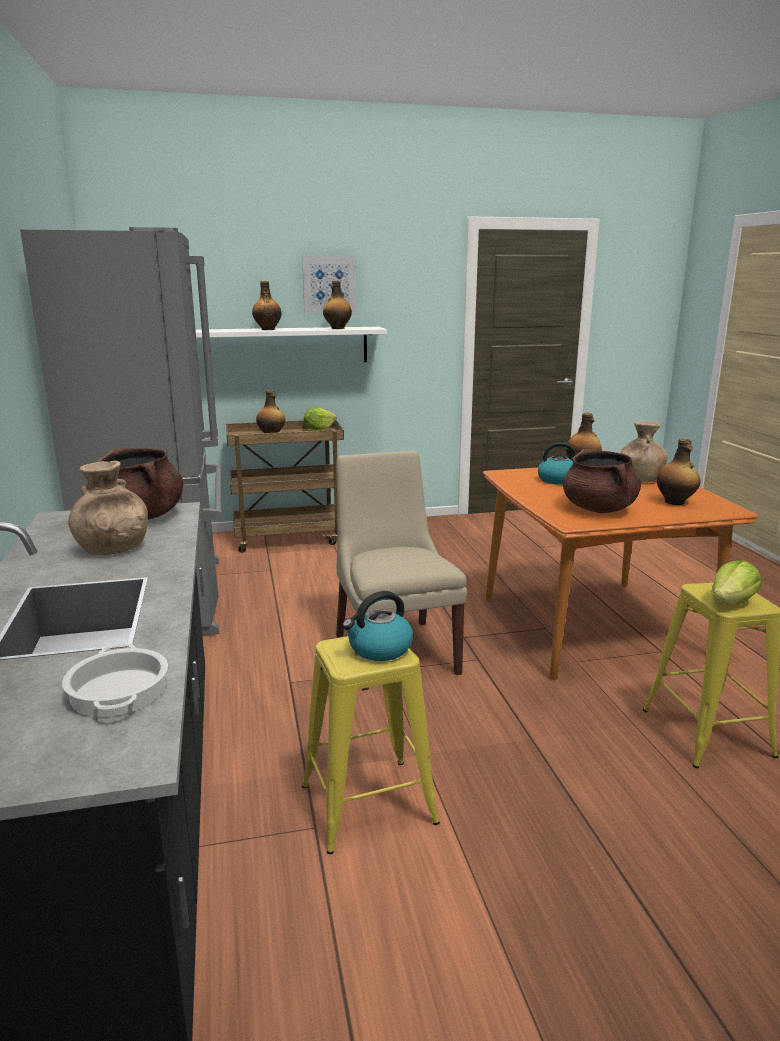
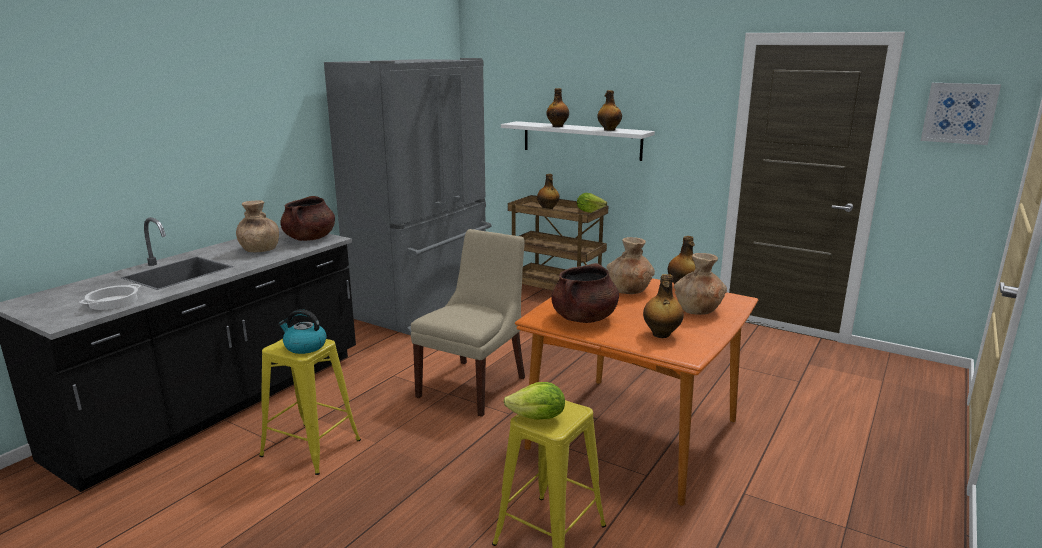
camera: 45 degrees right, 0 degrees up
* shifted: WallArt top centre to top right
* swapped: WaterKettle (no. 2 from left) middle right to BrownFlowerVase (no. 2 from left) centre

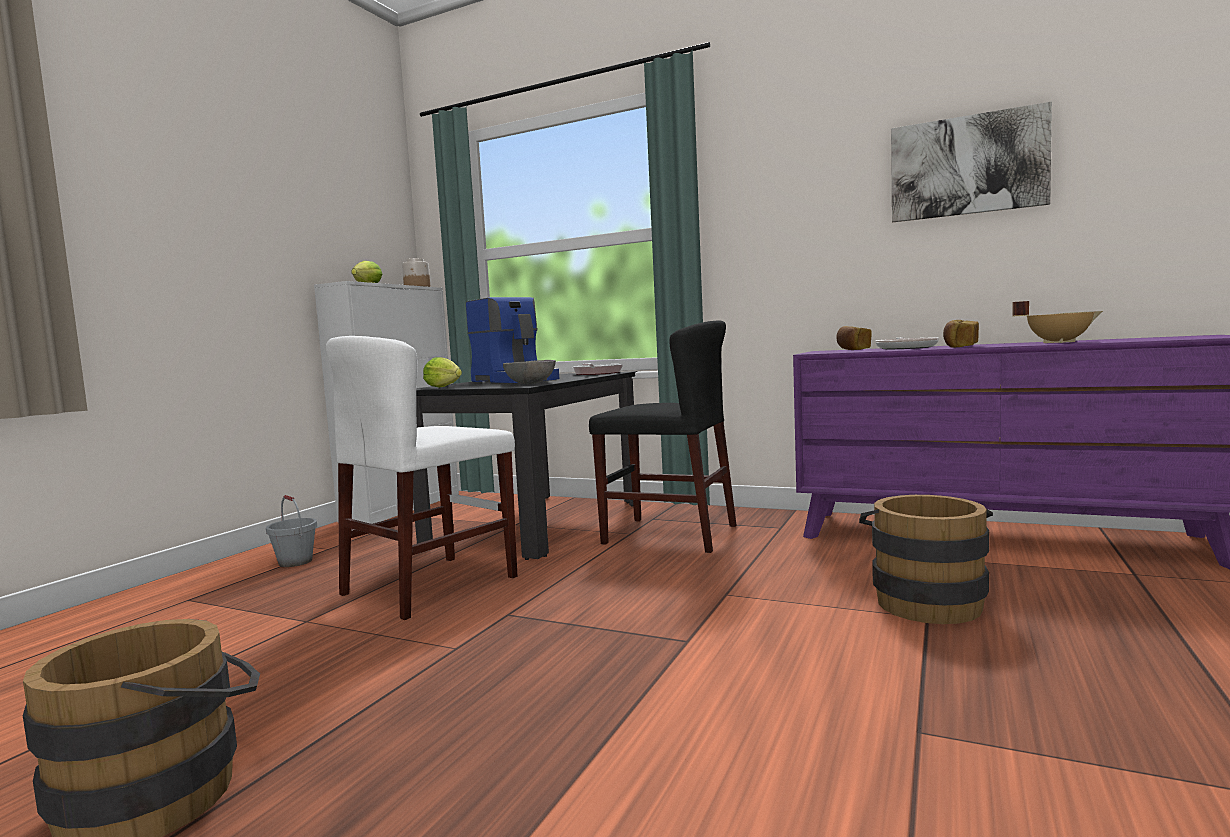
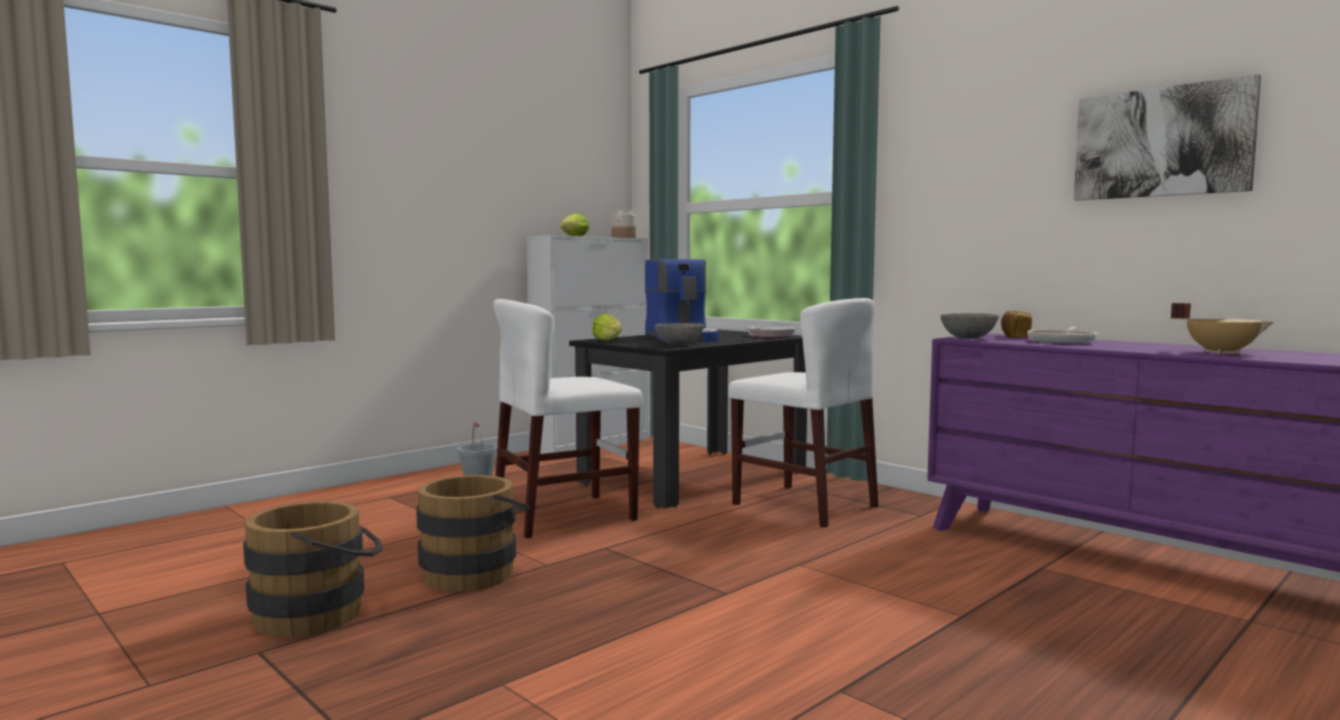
camera: 20 degrees right, 0 degrees up
* gone: BakedBread (no. 2 from left) middle right
* new: GreyDeepDish (no. 2 from left) middle right
* shifted: BrownWaterBucket (no. 2 from left) bottom right to bottom centre
* repainted: BlackColouredPlainChair centre to WhitishPlainChair (no. 2 from left) centre

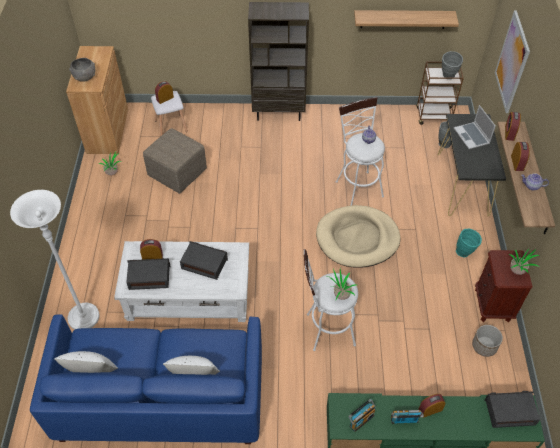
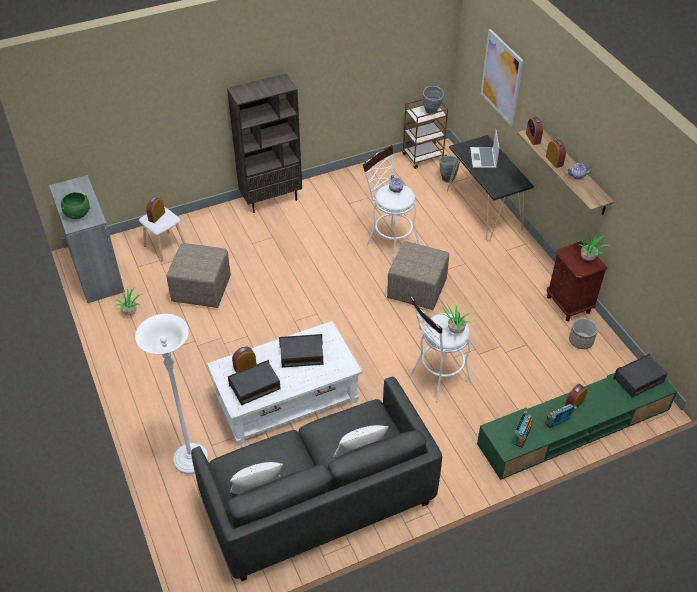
camera: 25 degrees left, 5 degrees down
* gone: BracketShelf (no. 1 from left) top right
* gone: BlueGreenFlowerVase middle right
* swapped: BeigeColouredDogBed centre to BeigeColouredFootrest (no. 2 from left) centre
* repainted: BluishSofa bottom left to GreySofa bottom centre
* repainted: BrownCupboard top left to GreyCupboard middle left
* repainted: GreyDeepDish top left to GreenishDeepDish middle left
* rotated: Laptop top right = top right 45 degrees clockwise

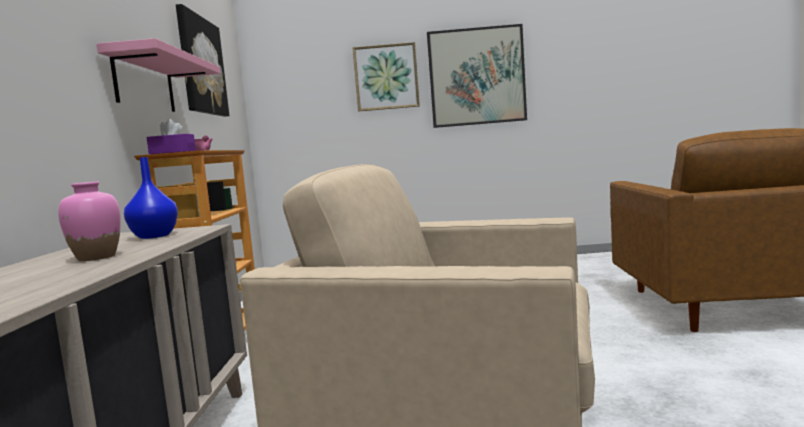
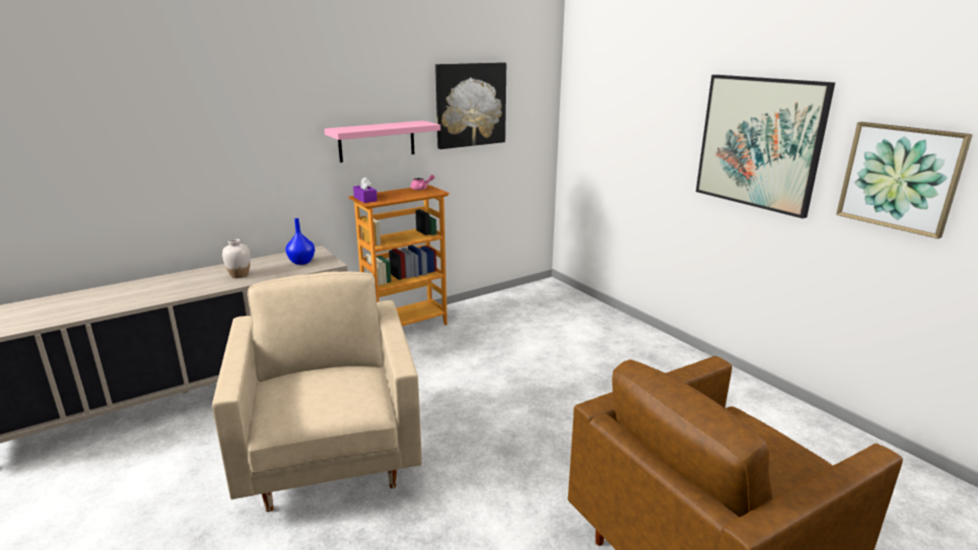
camera: 55 degrees right, 15 degrees up
* shifted: WallArt (no. 2 from left in the first image) top centre to WallArt (no. 3 from left) top right
* repainted: PinkishFlowerVase middle left to WhitishFlowerVase middle left

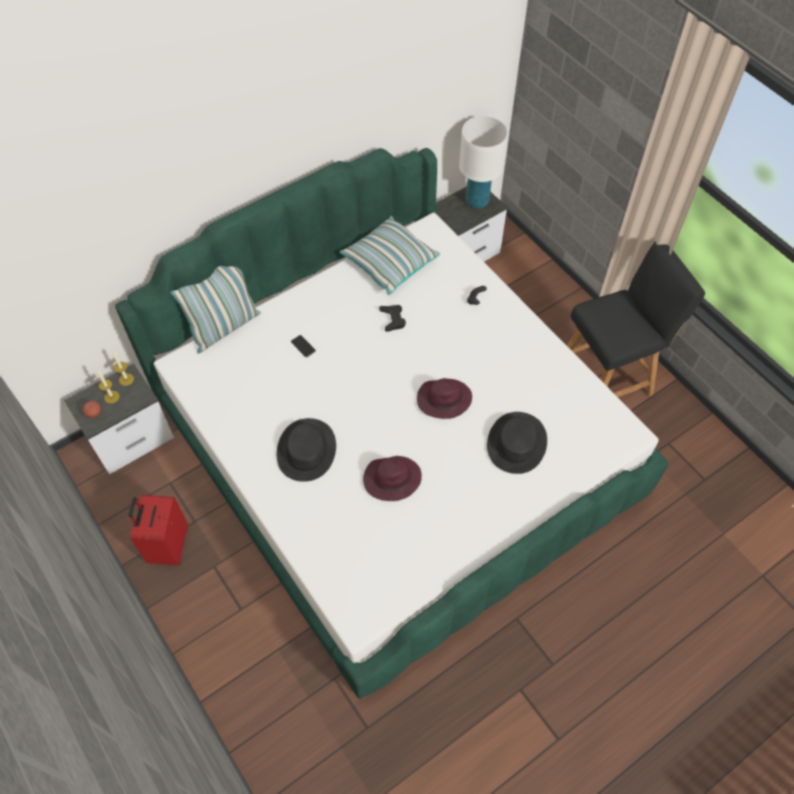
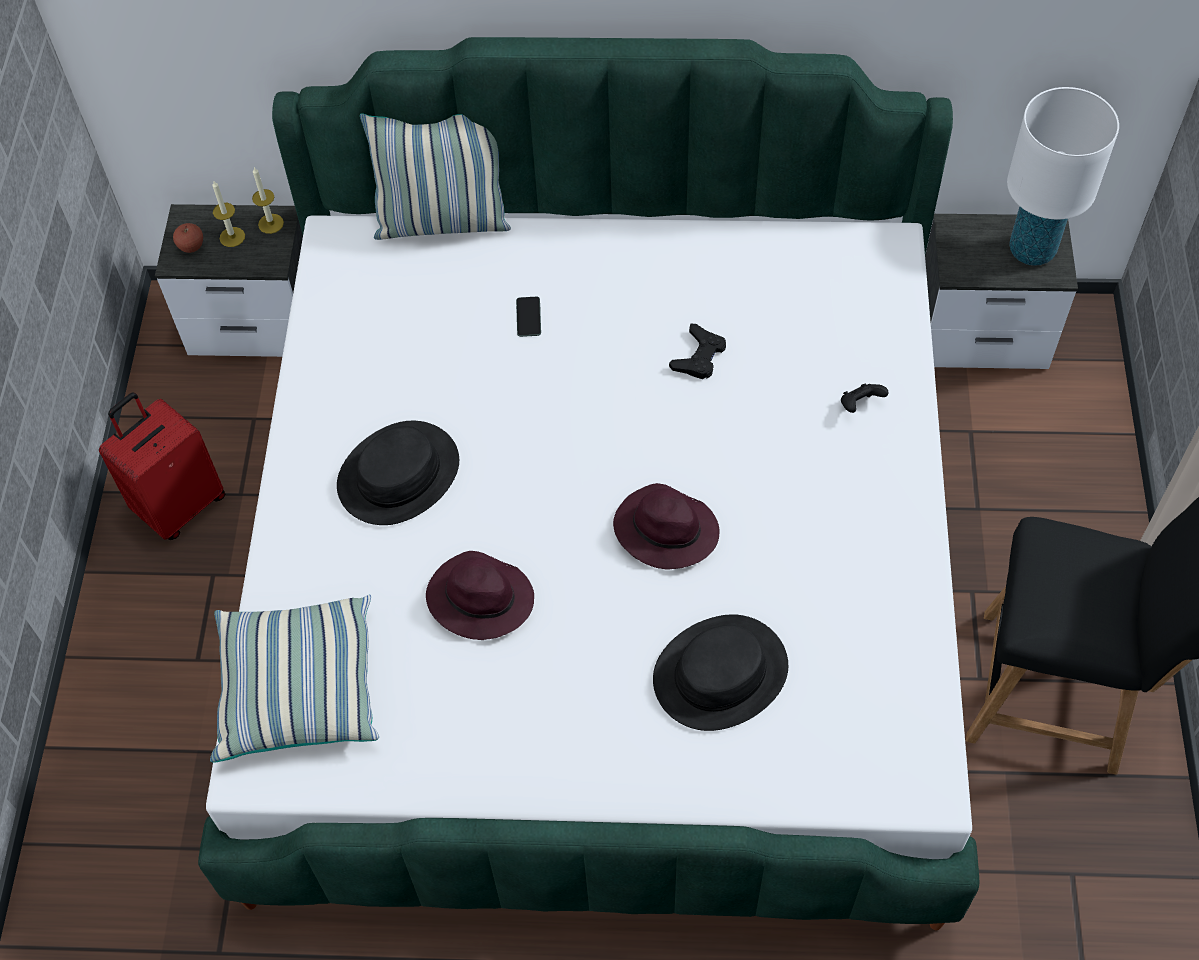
camera: 40 degrees right, 0 degrees up
* shifted: Pillow (no. 2 from left in the first image) top centre to Pillow (no. 1 from left) bottom left

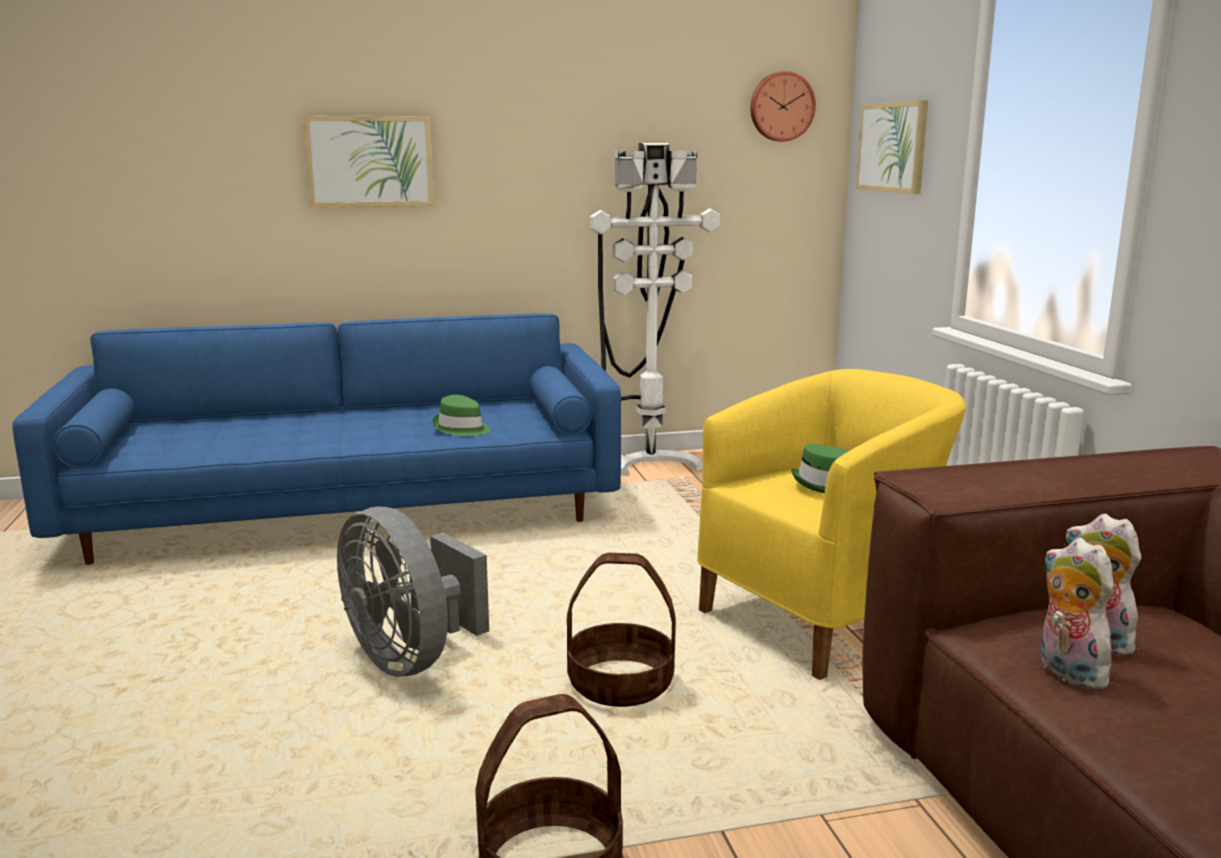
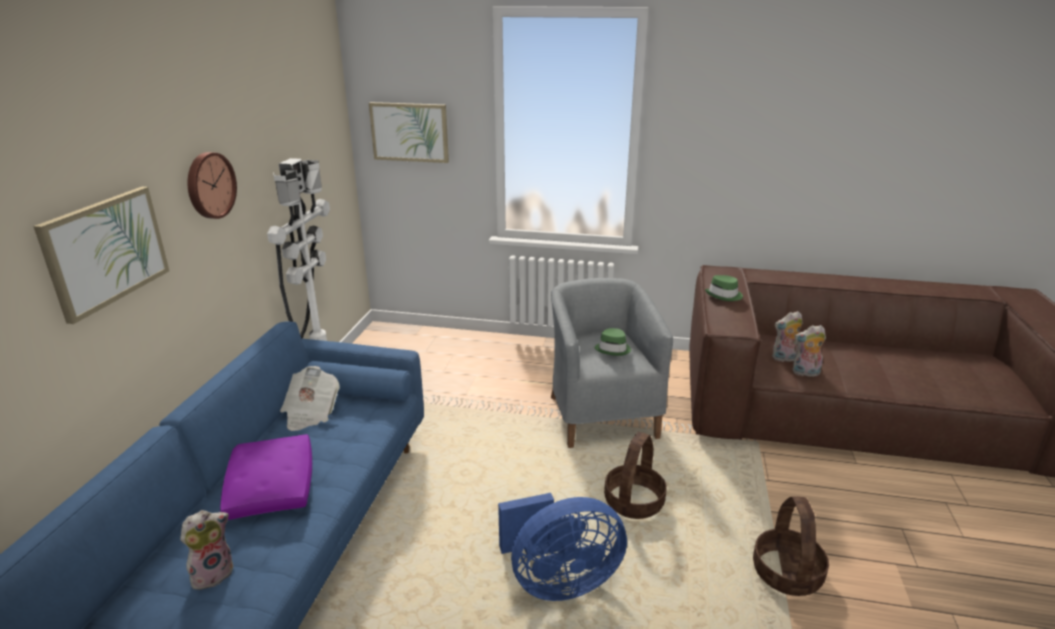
camera: 65 degrees left, 10 degrees up
* new: PlushToy (no. 1 from left) bottom left
* new: PurplishPillow bottom left
* new: PrintedPaper middle left
* shifted: GreenishWearableHat (no. 1 from left in the first image) centre to GreenishWearableHat (no. 2 from left) middle right
* shifted: HangingClock top centre to top left
* repainted: GreyElectricFan bottom centre to BluishElectricFan bottom centre
* repainted: YellowColouredEasyChair middle right to GreyEasyChair centre

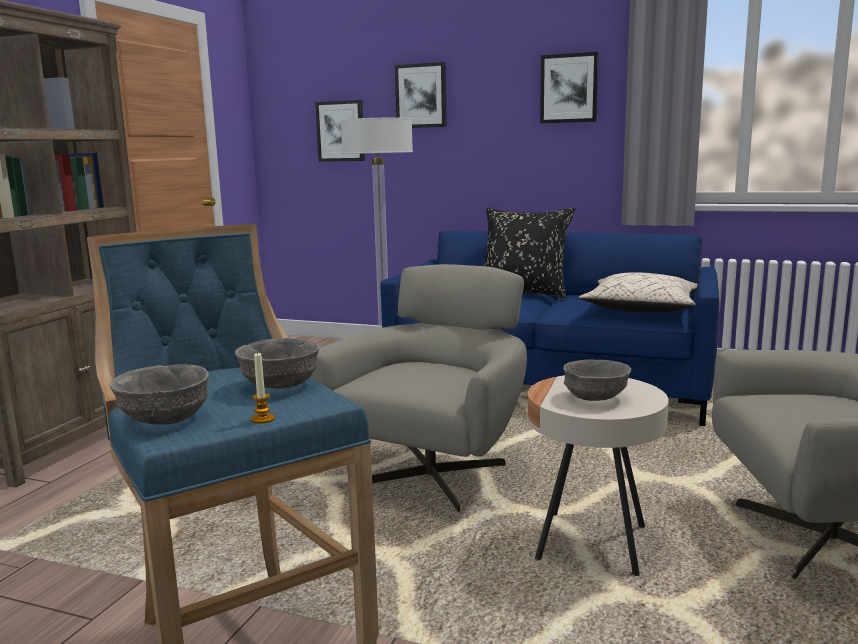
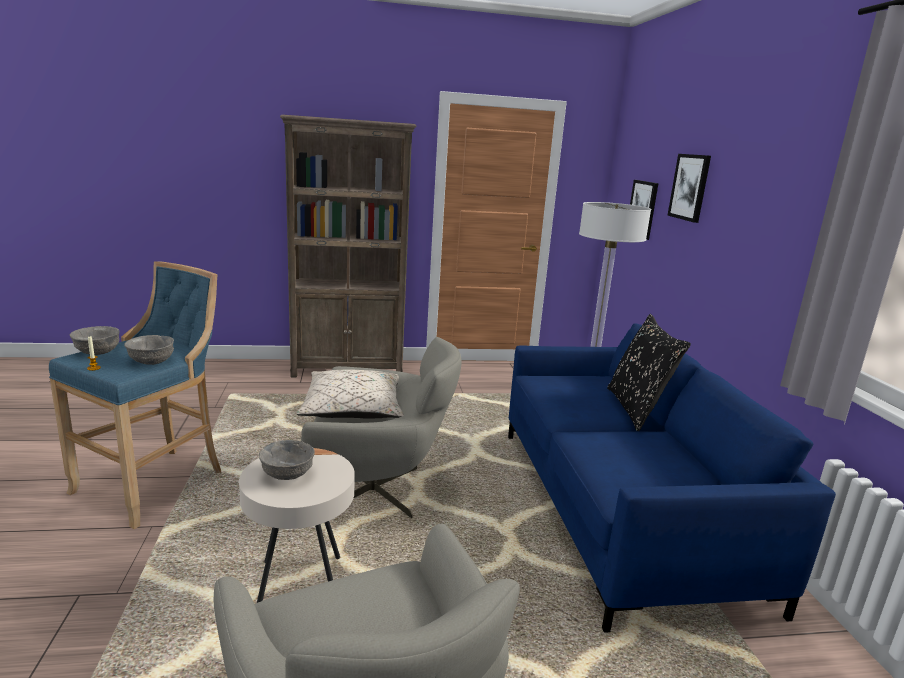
camera: 60 degrees right, 5 degrees up
* gone: WallArt (no. 3 from left) top centre
* shifted: BeigeColouredPillow middle right to centre

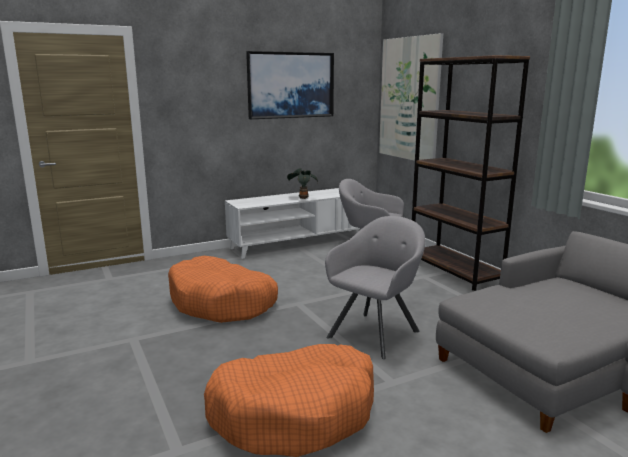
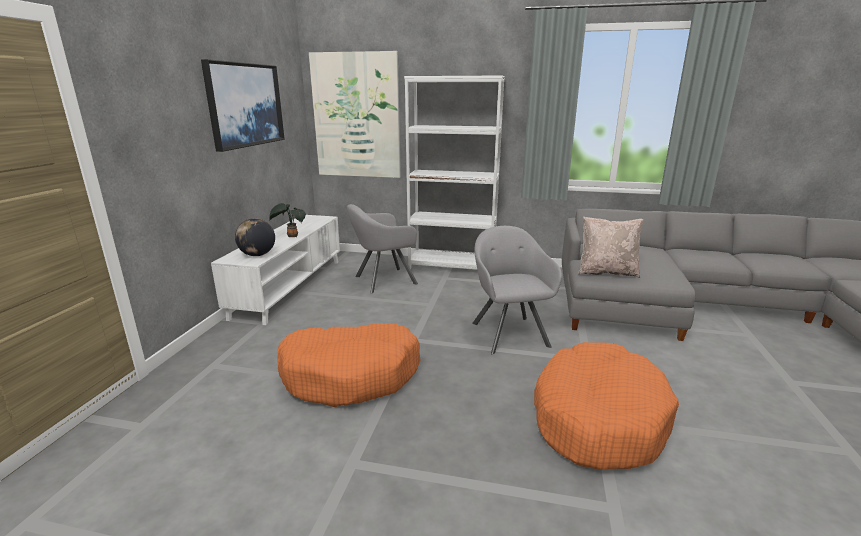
camera: 50 degrees left, 5 degrees up
* new: Globe middle left
* new: BeigeColouredPillow middle right
* repainted: BrownBookshelf middle right to WhitishBookshelf top centre

